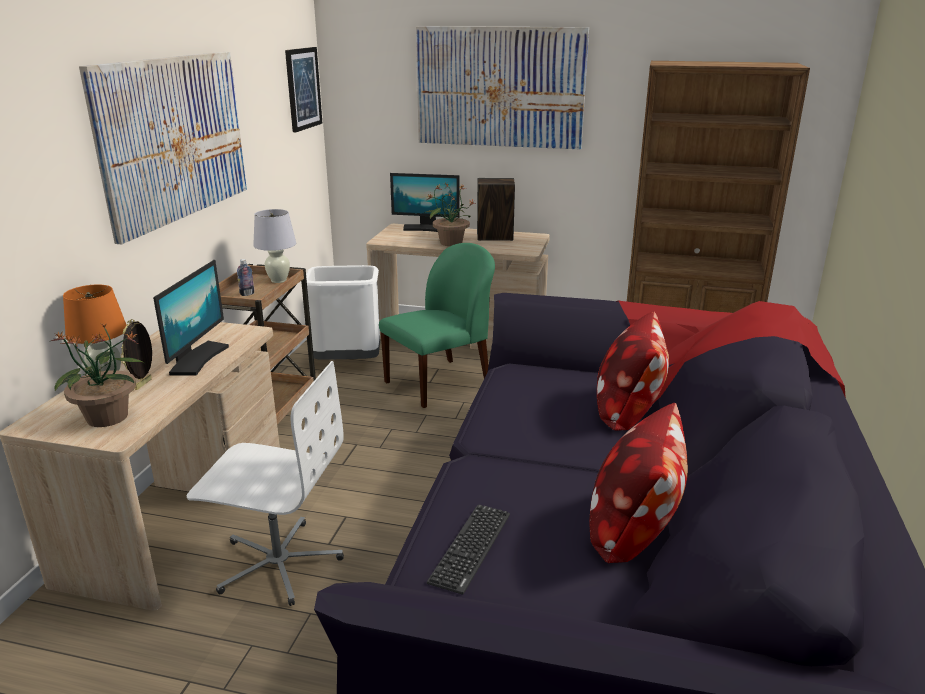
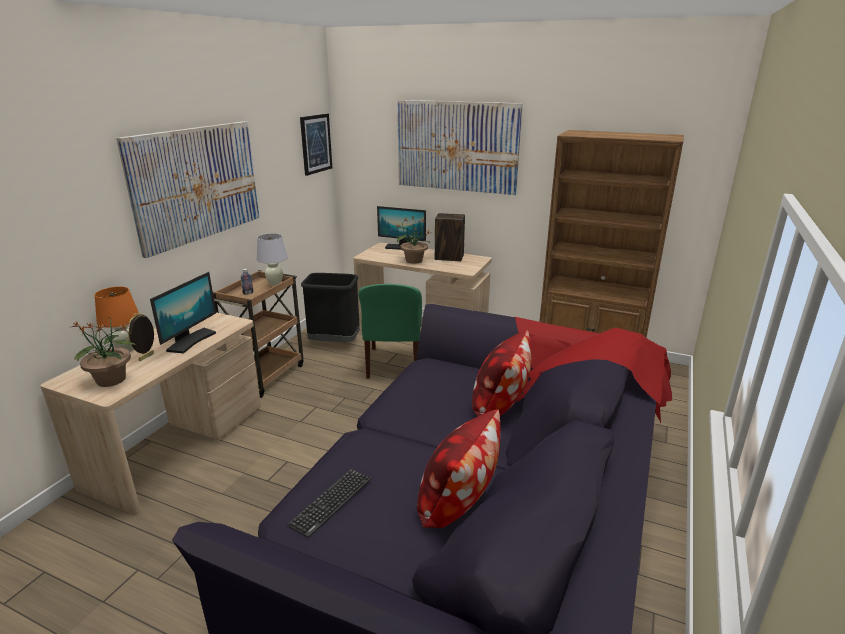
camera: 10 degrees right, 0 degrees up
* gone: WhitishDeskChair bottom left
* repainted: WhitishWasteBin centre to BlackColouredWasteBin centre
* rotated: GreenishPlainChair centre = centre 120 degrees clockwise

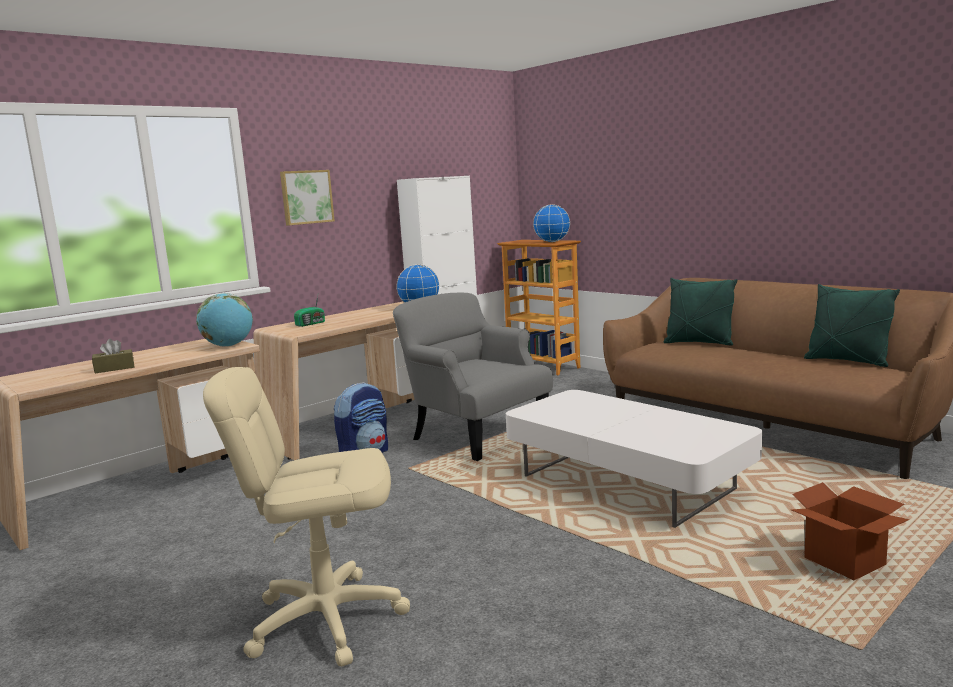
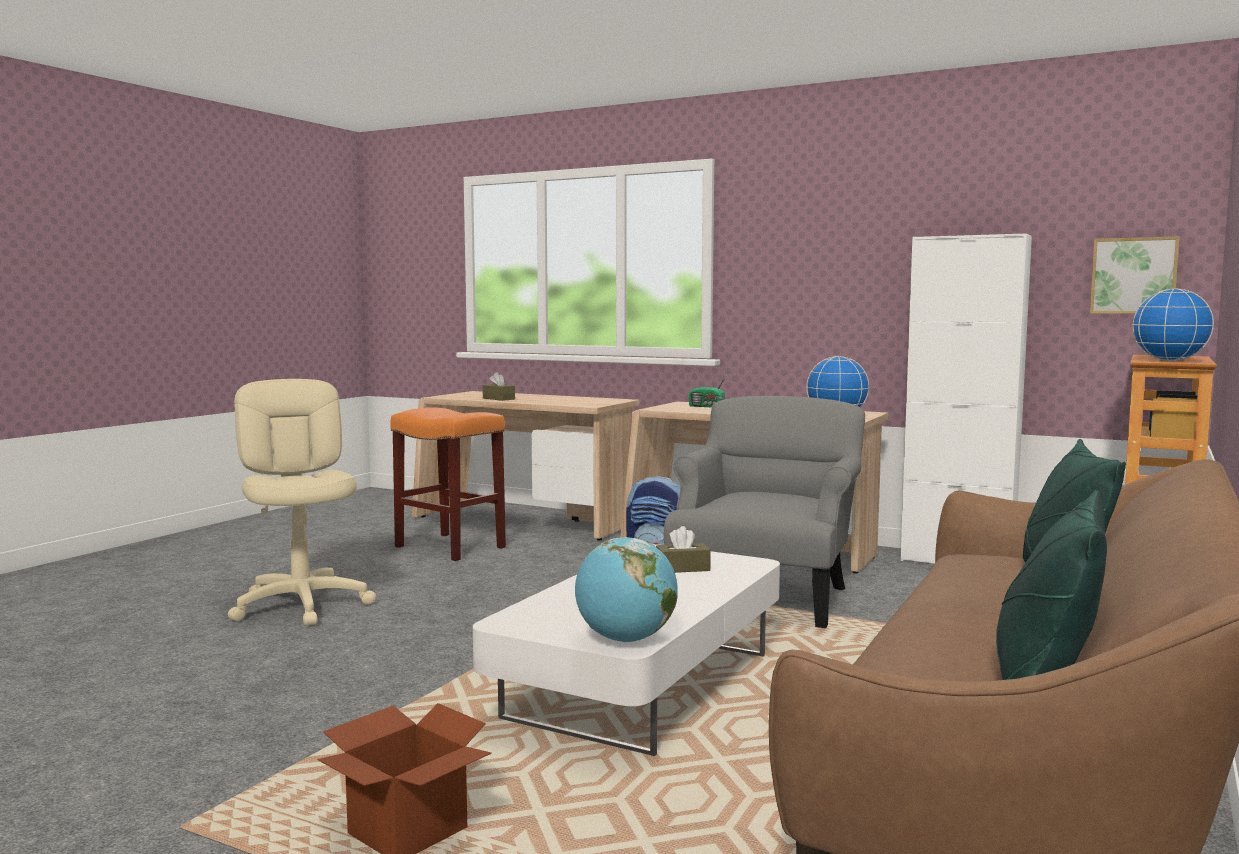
camera: 70 degrees right, 5 degrees down
* new: OrangeStoolSeat centre
* new: BrownTissueHolder (no. 2 from left) centre
* shifted: Globe (no. 1 from left) middle left to bottom centre
* shifted: WallArt top left to top right

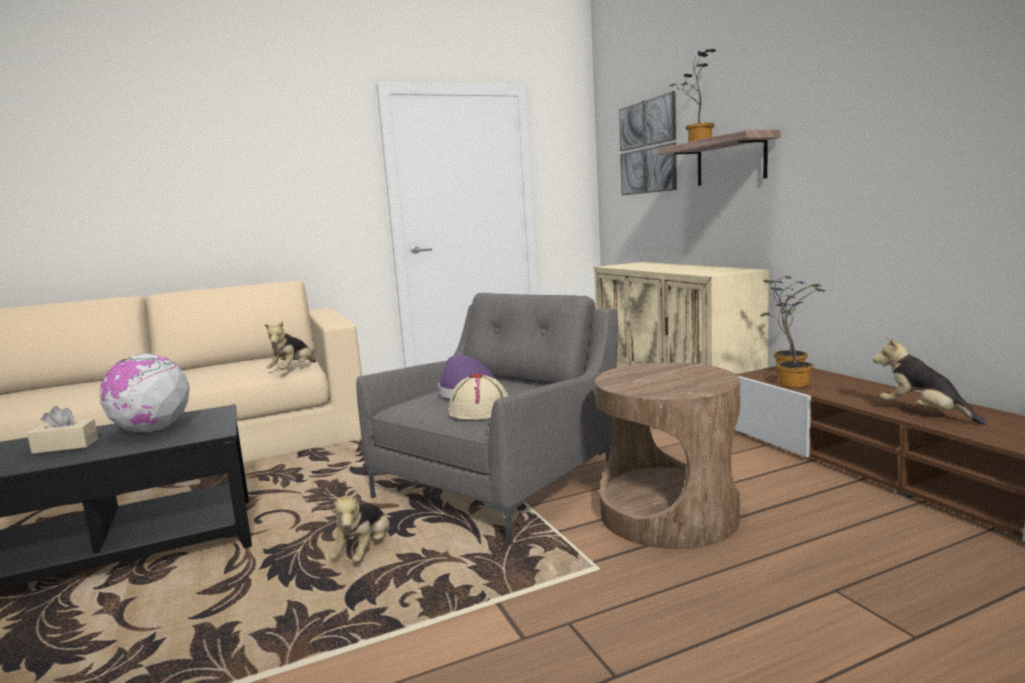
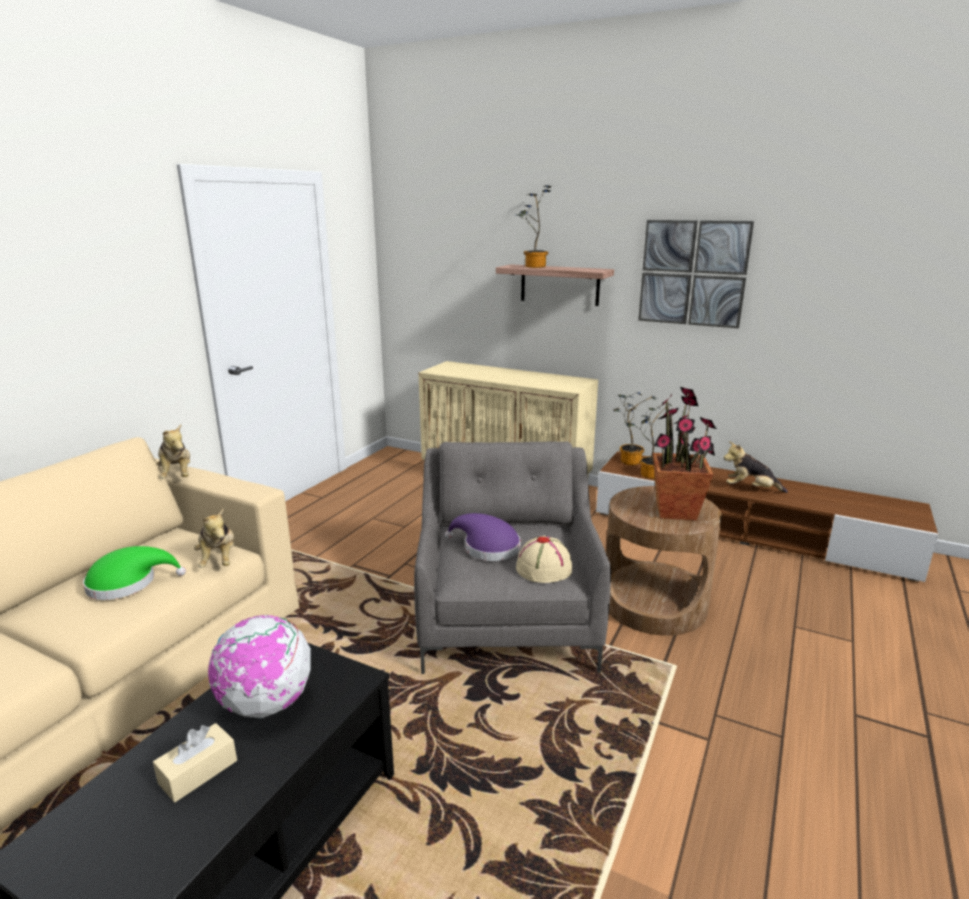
camera: 40 degrees left, 10 degrees up
* new: GreenishWearableHat middle left
* new: Houseplant (no. 4 from left) middle right
* shifted: PlushToy (no. 2 from left in the first image) bottom centre to PlushToy (no. 1 from left) middle left
* shifted: WallArt top centre to top right

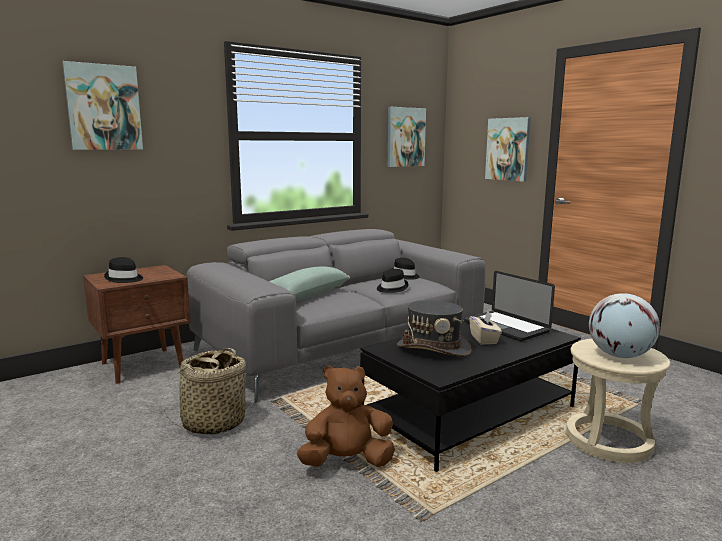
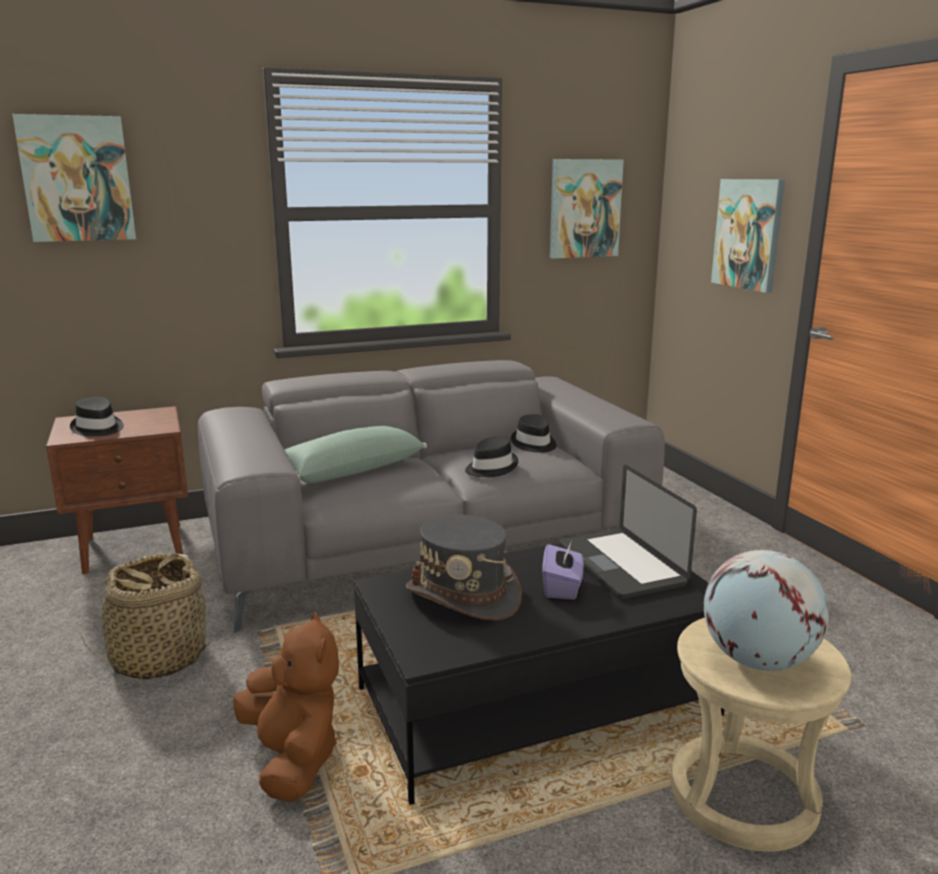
camera: 15 degrees right, 5 degrees up
* repainted: BeigeColouredTissueHolder middle right to PurplishTissueHolder centre
* rotated: BrownPlushToy bottom centre = bottom left 60 degrees clockwise

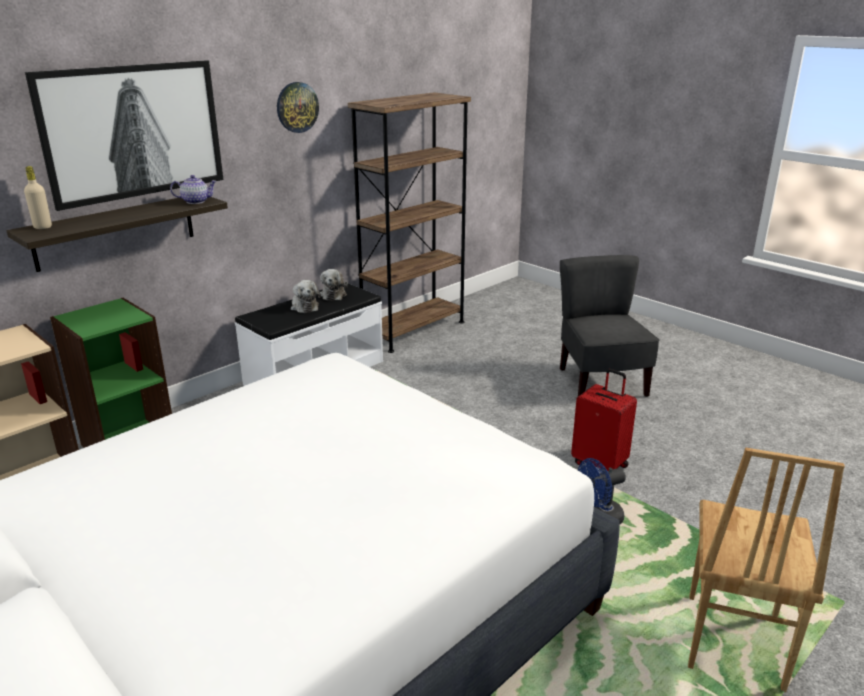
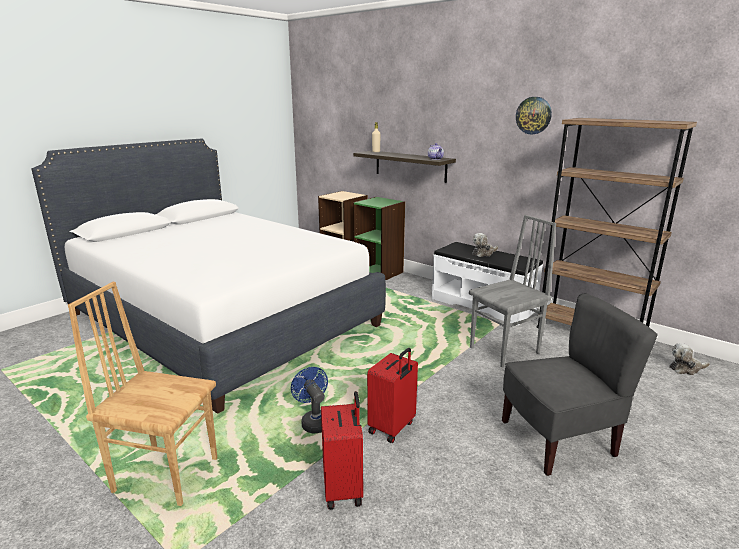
camera: 85 degrees right, 5 degrees down
* gone: WallArt top left
* new: RedSuitcase (no. 1 from left) bottom centre
* new: GreyPlainChair (no. 1 from left) middle right
* shifted: PlushToy (no. 2 from left) centre to middle right

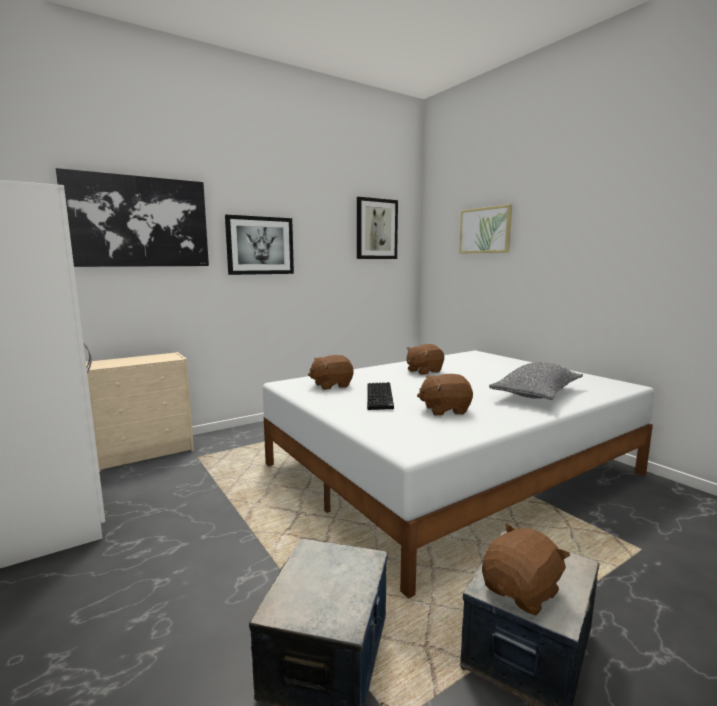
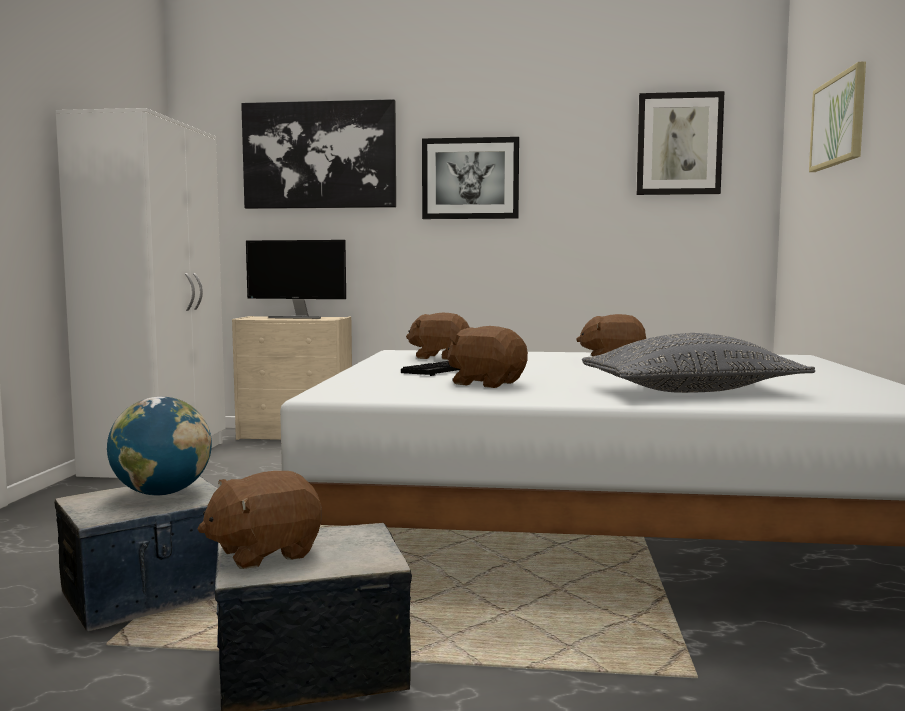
camera: 40 degrees right, 5 degrees down
* new: Globe middle left
* new: ComputerDisplay middle left
* rotated: BrownPlushToy (no. 4 from left in the first image) bottom right = bottom left 150 degrees clockwise

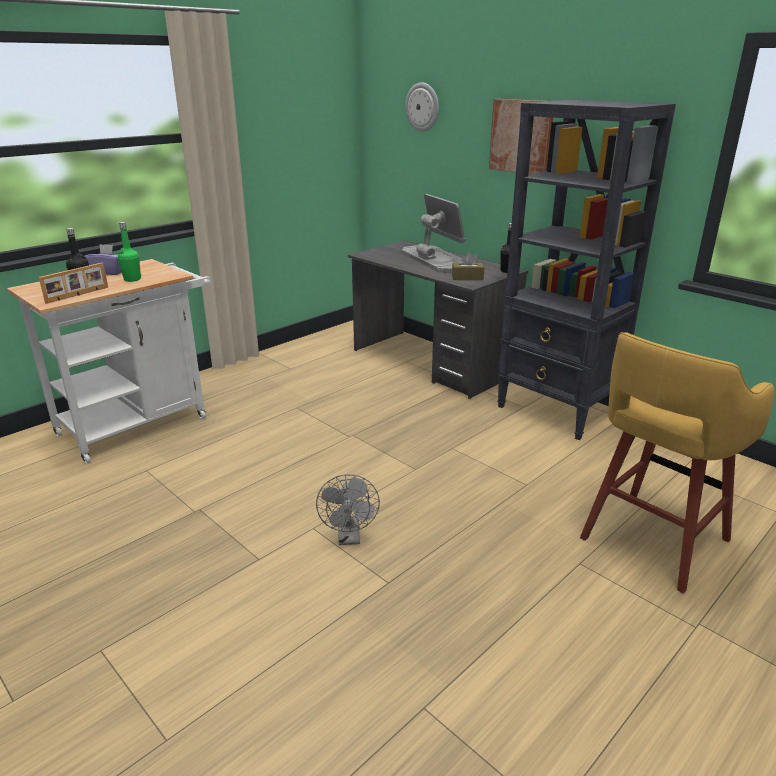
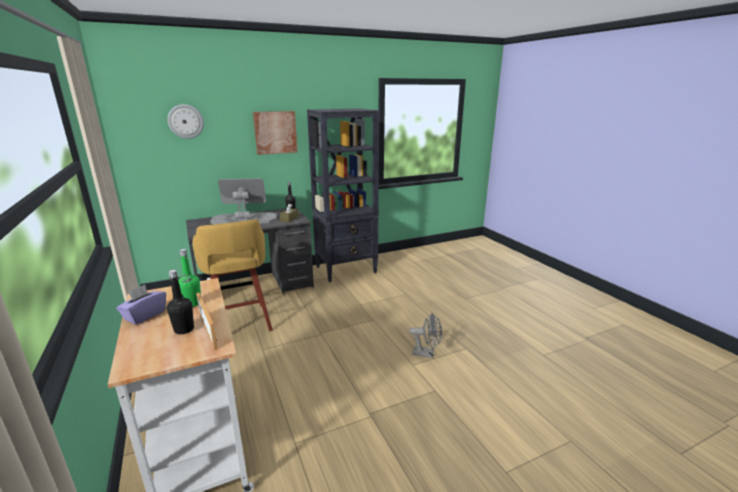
camera: 70 degrees left, 5 degrees down
* shifted: YellowColouredStoolSeat middle right to middle left

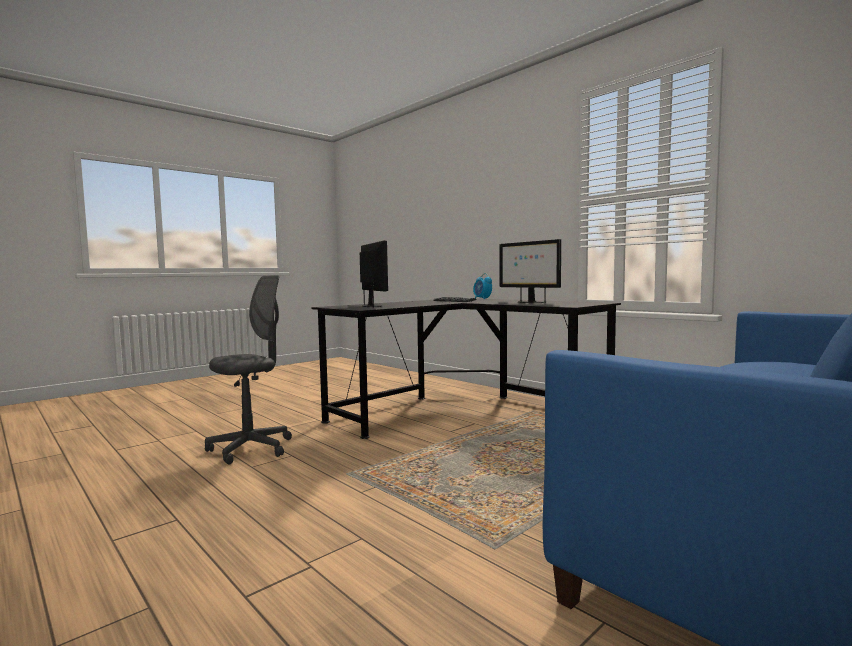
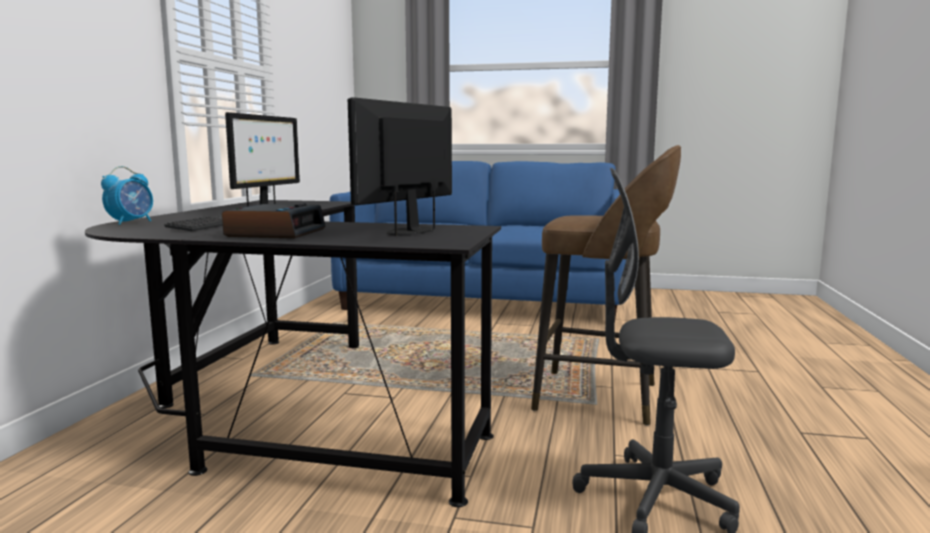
camera: 125 degrees left, 5 degrees up
* new: AlarmClock (no. 2 from left) middle left
* new: BrownStoolSeat centre

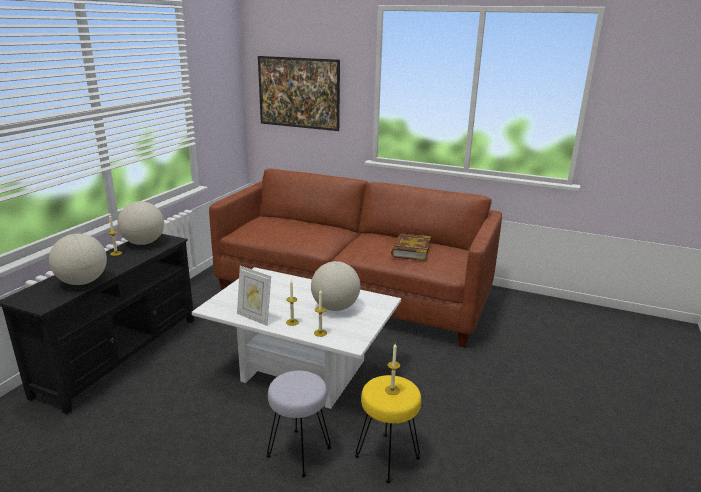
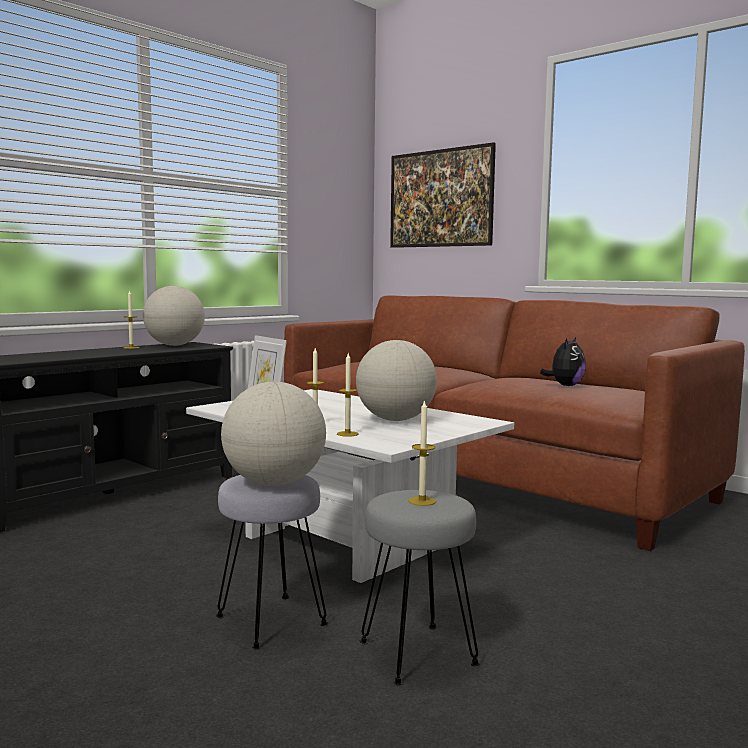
camera: 20 degrees right, 15 degrees down
* shifted: Globe (no. 1 from left in the first image) middle left to Globe (no. 2 from left) centre
* swapped: BoundBook centre to PlushToy middle right
* repainted: YellowColouredStoolSeat bottom centre to GreyStoolSeat (no. 2 from left) bottom centre

